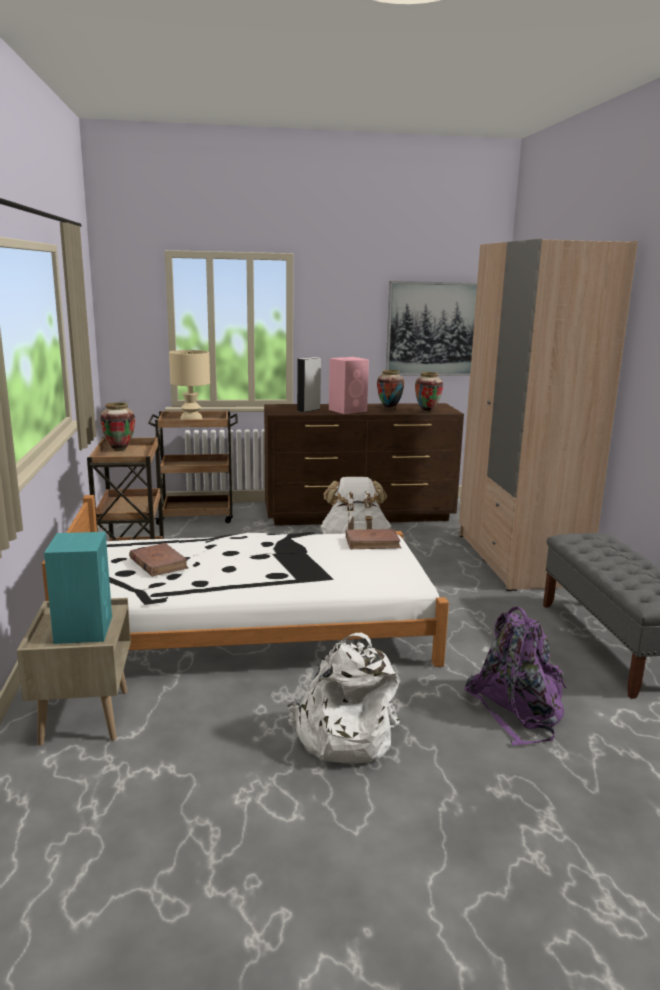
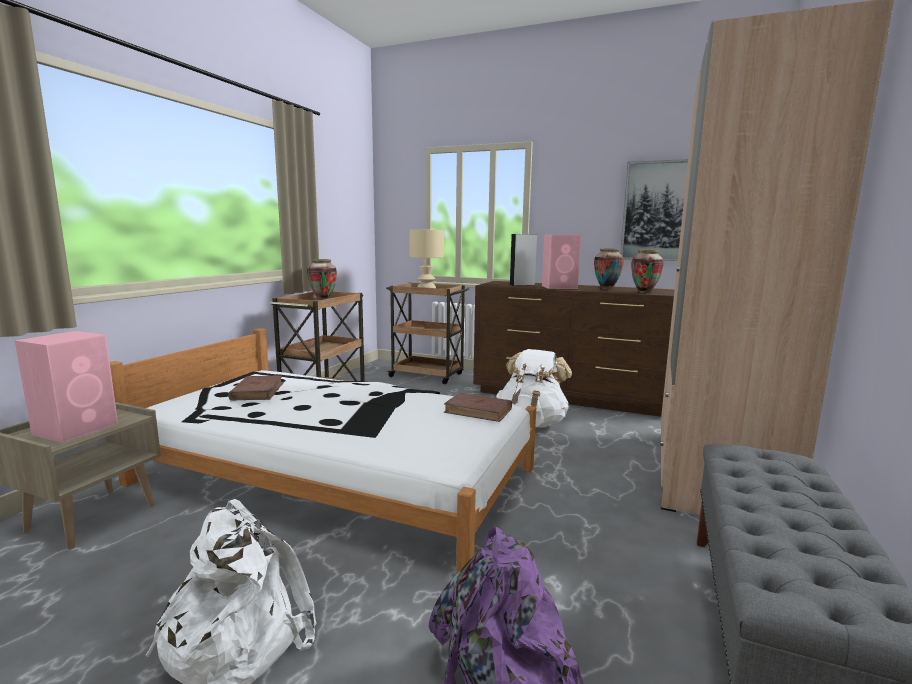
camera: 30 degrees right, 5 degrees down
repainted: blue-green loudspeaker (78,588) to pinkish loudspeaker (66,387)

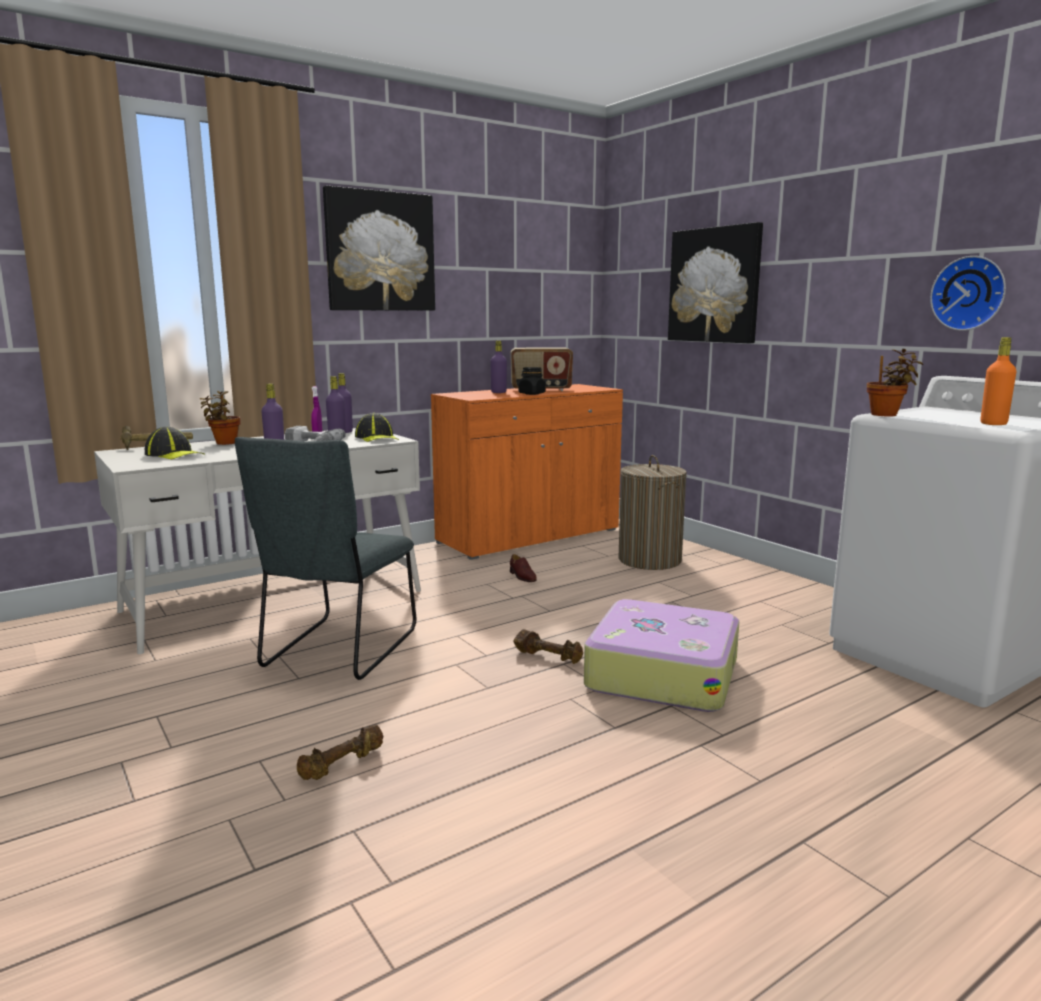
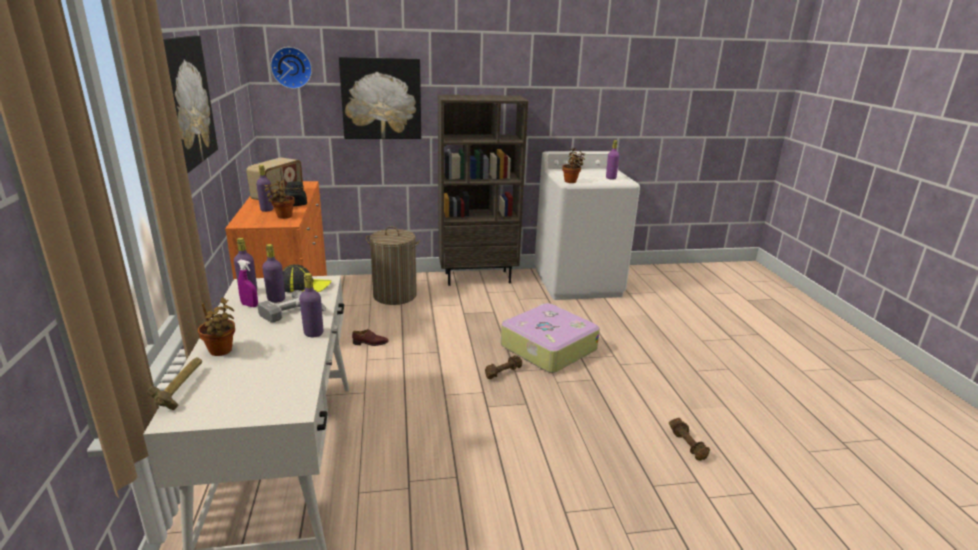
camera: 65 degrees left, 10 degrees up
gone: baseball cap (175,443); greyish chair (325,558)
new: houseplant (279,199); brown bookshelf (483,190)
shifted: wall clock (968,293) to (291,68); brown hand weight (340,752) to (689,439)
repainted: orange-coloured bottle (999,381) to purple-coloured bottle (612,160)

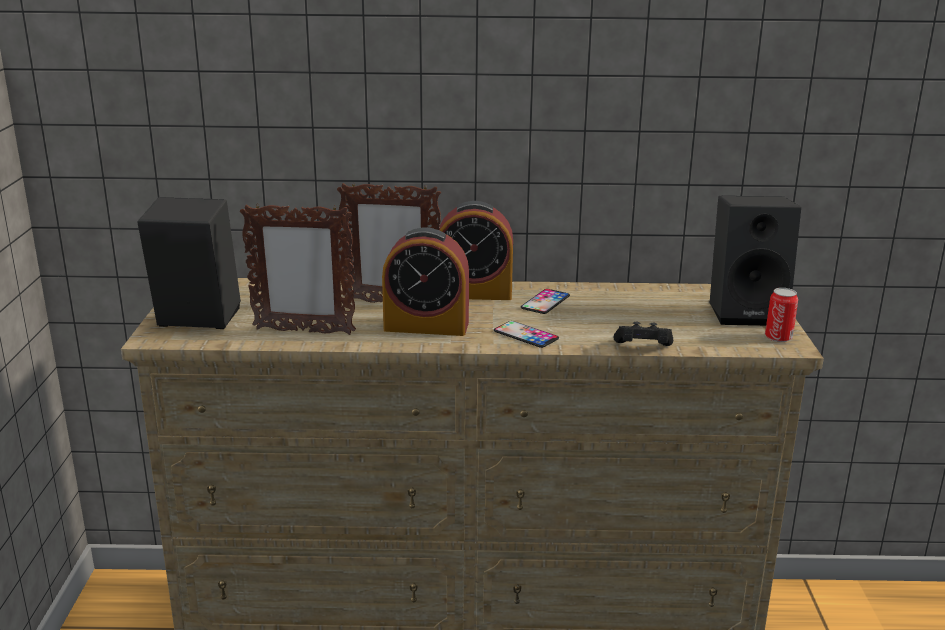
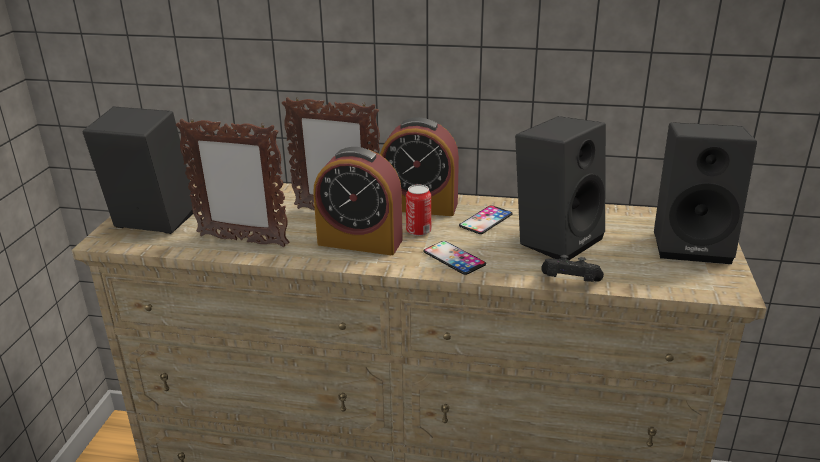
camera: 10 degrees right, 5 degrees up
new: blackish loudspeaker (560,188)
shifted: sealed can (781,315) to (418,210)

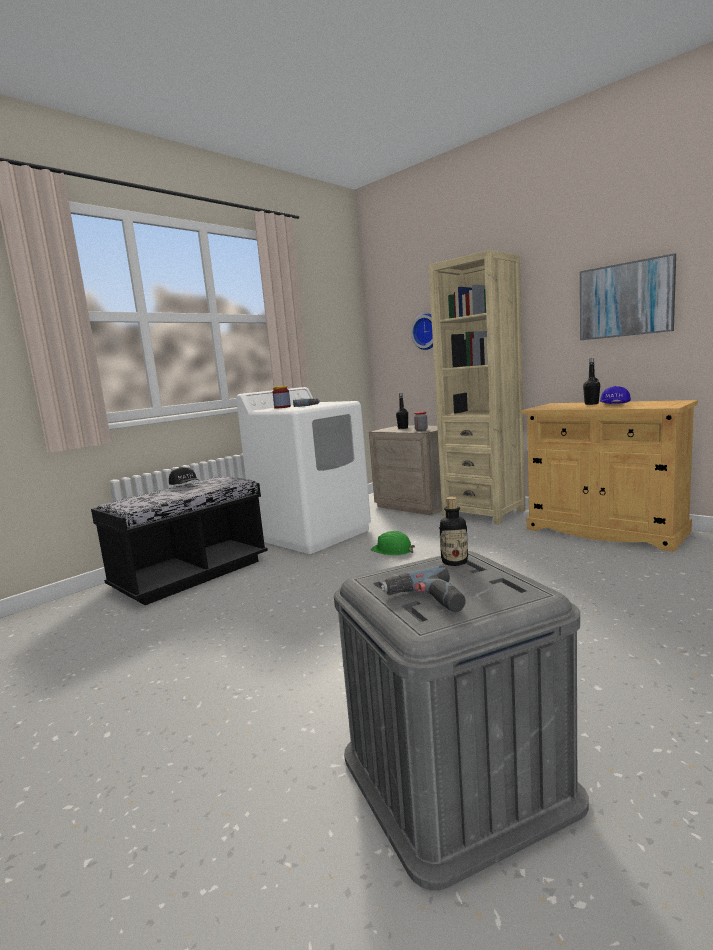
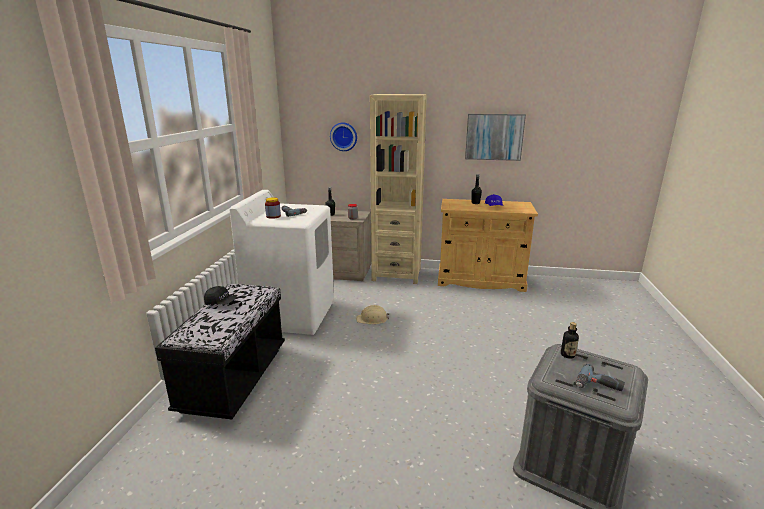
camera: 35 degrees left, 10 degrees up
repainted: green work helmet (393,543) to beige work helmet (372,314)

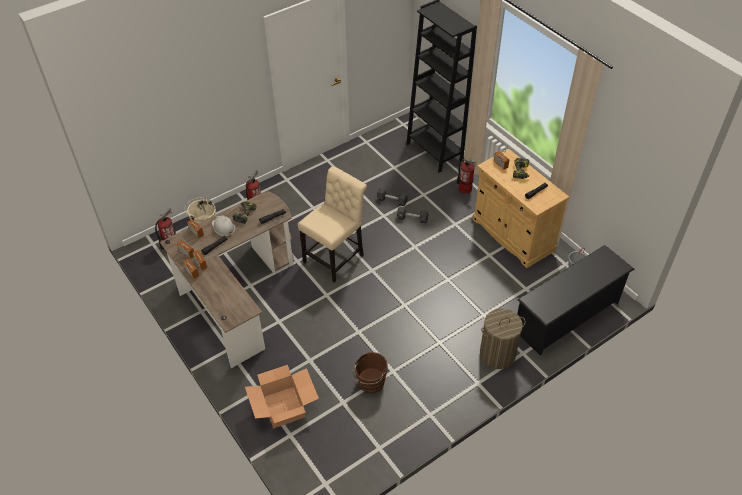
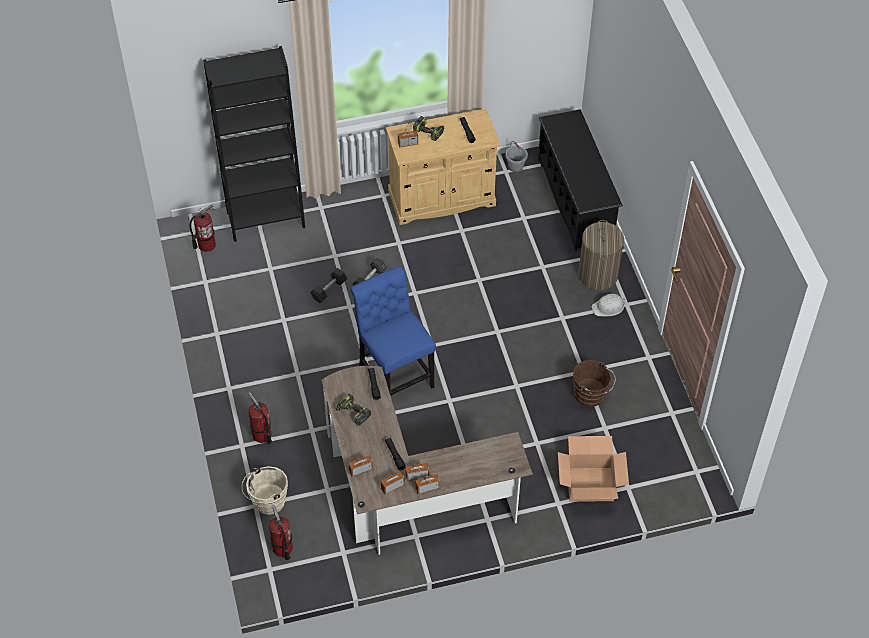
camera: 70 degrees left, 5 degrees up
shifted: fire-fighting cylinder (467,176) to (203,228); whitish work helmet (223,225) to (608,305)
repainted: beige chair (332,224) to blue-coloured chair (393,331)

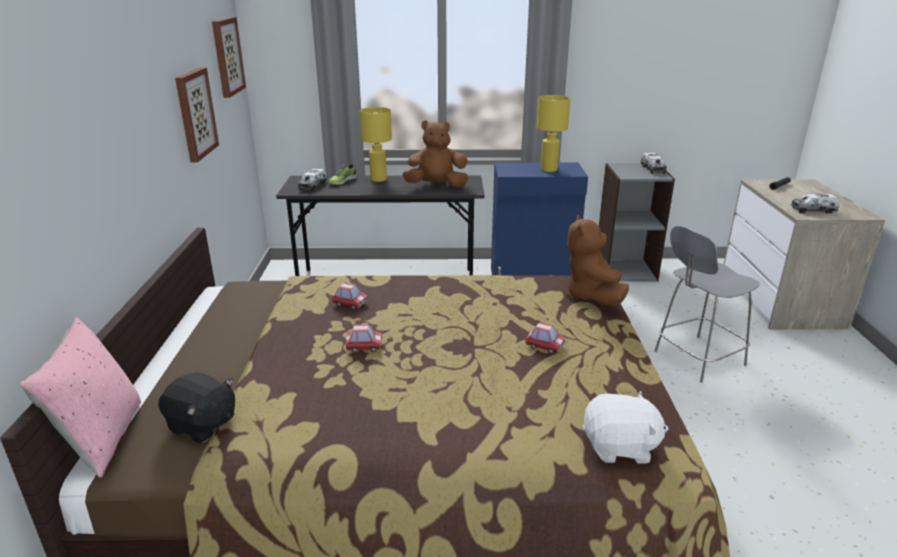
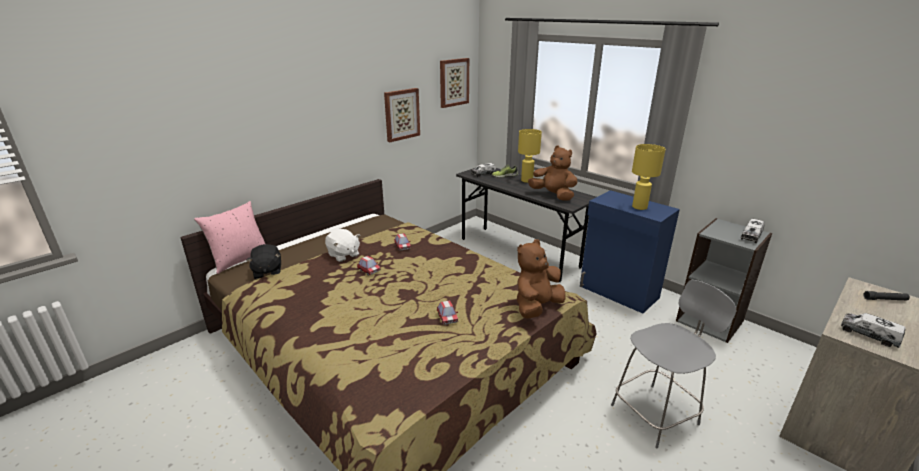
camera: 45 degrees right, 0 degrees up
shifted: whitish plush toy (625,427) to (342,245)
rotated: greyish chair (707,304) = (673,364) 135 degrees clockwise

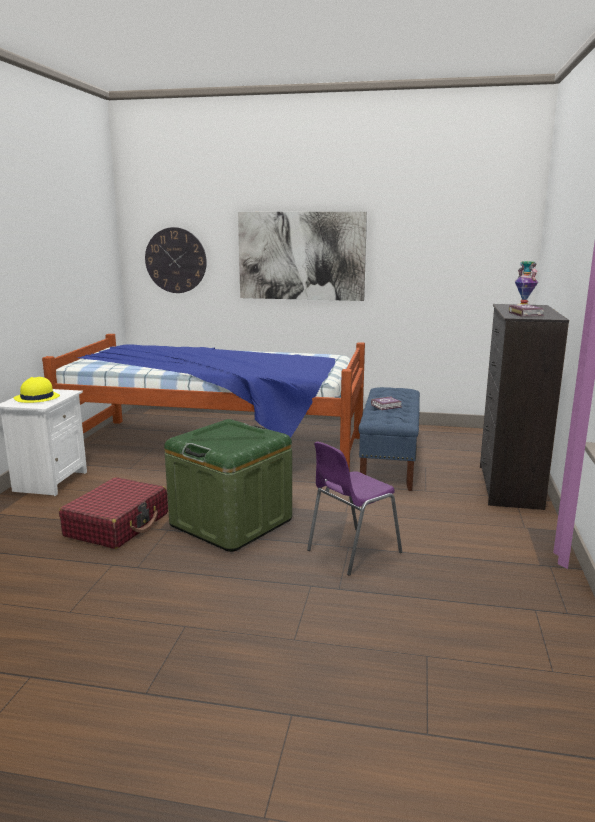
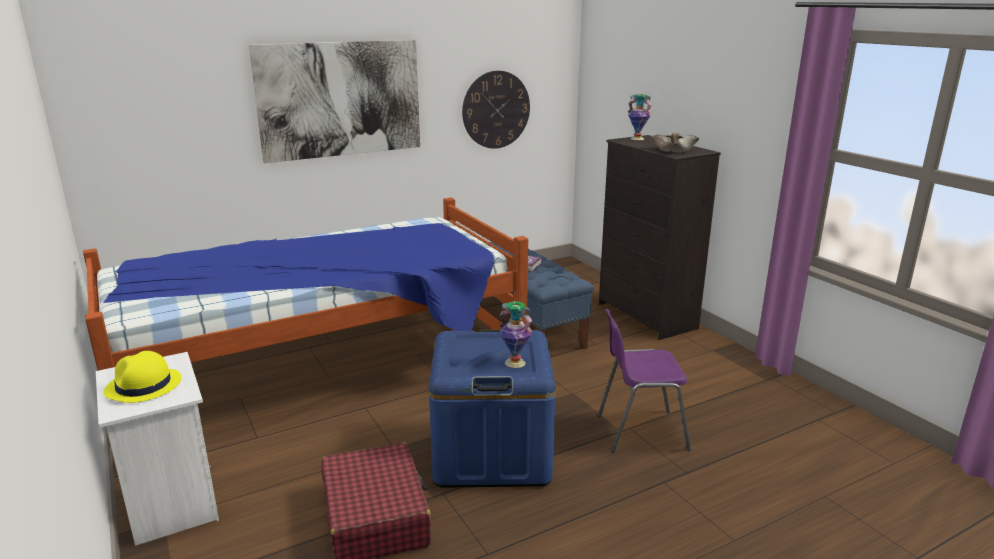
camera: 40 degrees left, 5 degrees up
new: decorative vase (515,334)
shifted: wall clock (176,260) to (496,110)
swapped: bound book (526,311) to beige serving bowl (675,143)
repainted: green storage box (228,485) to blue-coloured storage box (492,409)
rotated: purple-coloured chair (354,508) = (644,381) 75 degrees clockwise

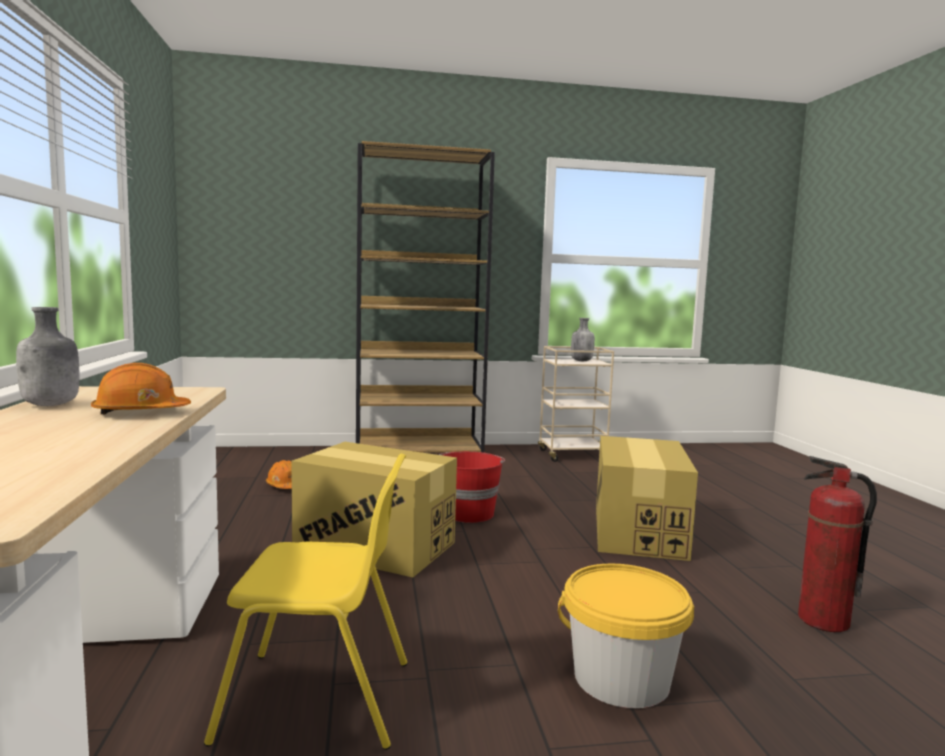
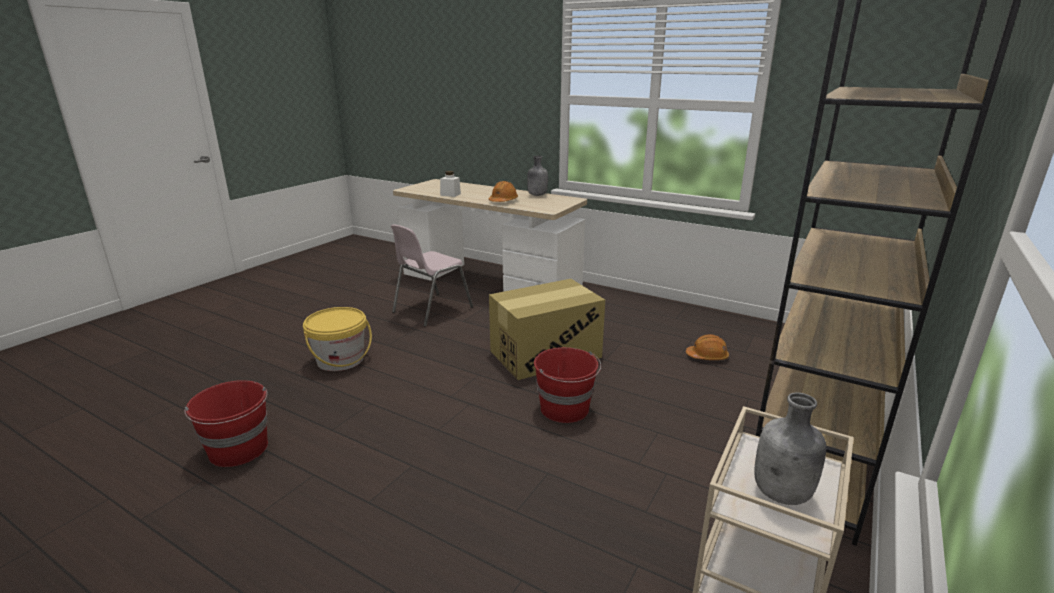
camera: 130 degrees right, 15 degrees up
gone: cardboard box (647,498)
new: whitish storage jar (450,184)
swapped: fire-fighting cylinder (837,544) to red-coloured bucket (226,423)
repainted: yellow chair (306,601) to pinkish chair (432,275)

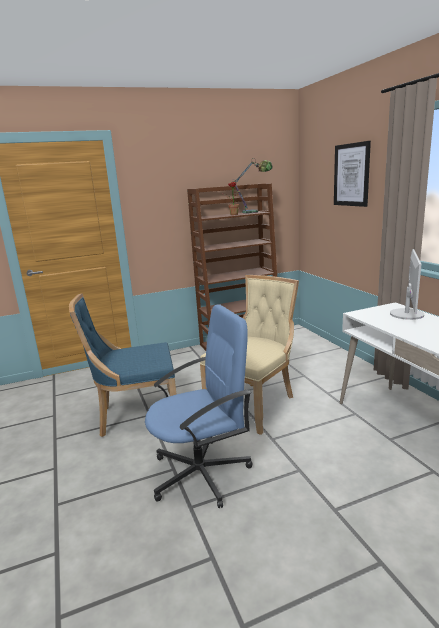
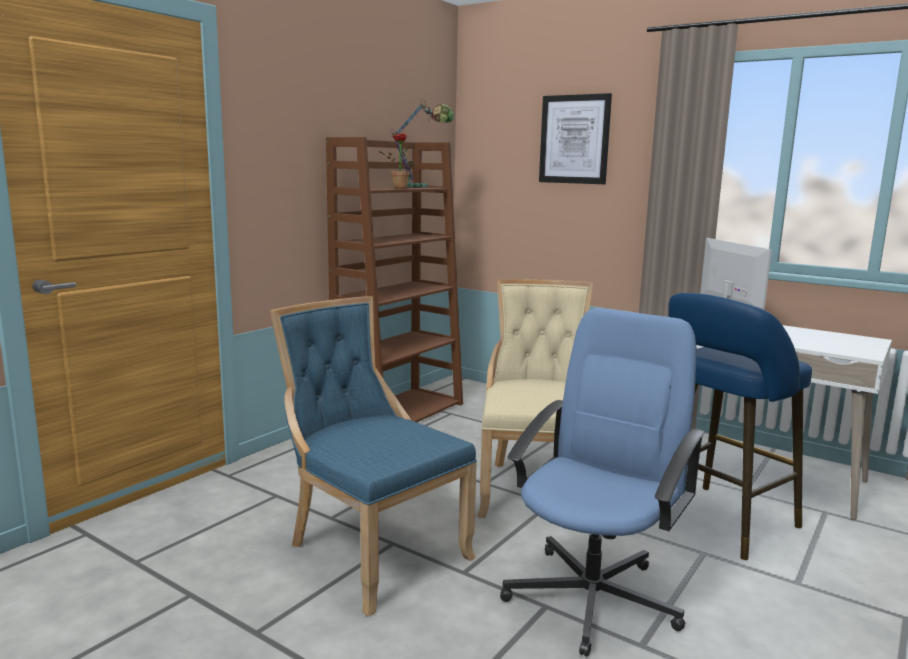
camera: 35 degrees left, 5 degrees down
new: blue-coloured sitting stool (740,426)
rotated: blue-coloured chair (123,365) = (373,456) 90 degrees clockwise

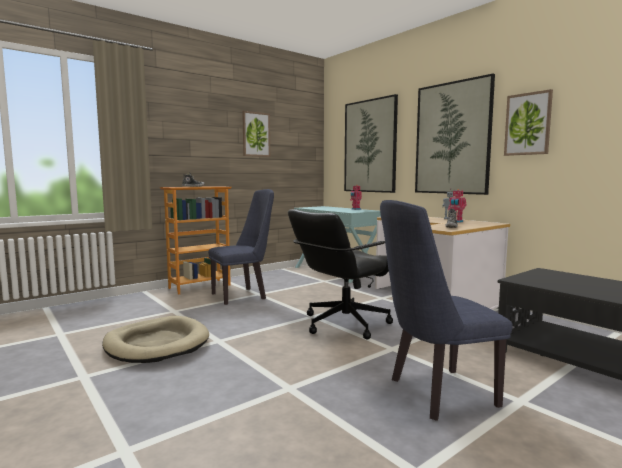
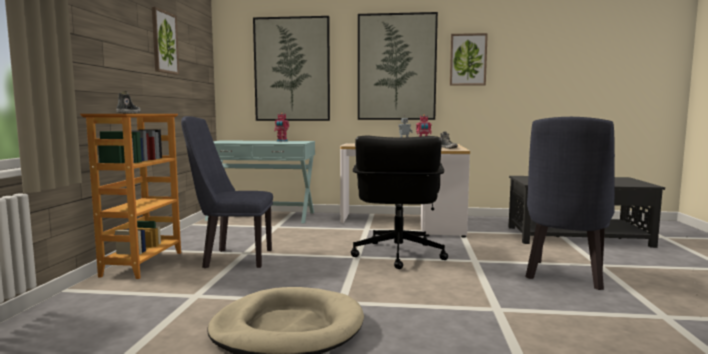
camera: 45 degrees left, 0 degrees up
rotated: blue-coloured chair (241,247) = (227,192) 105 degrees counterclockwise

